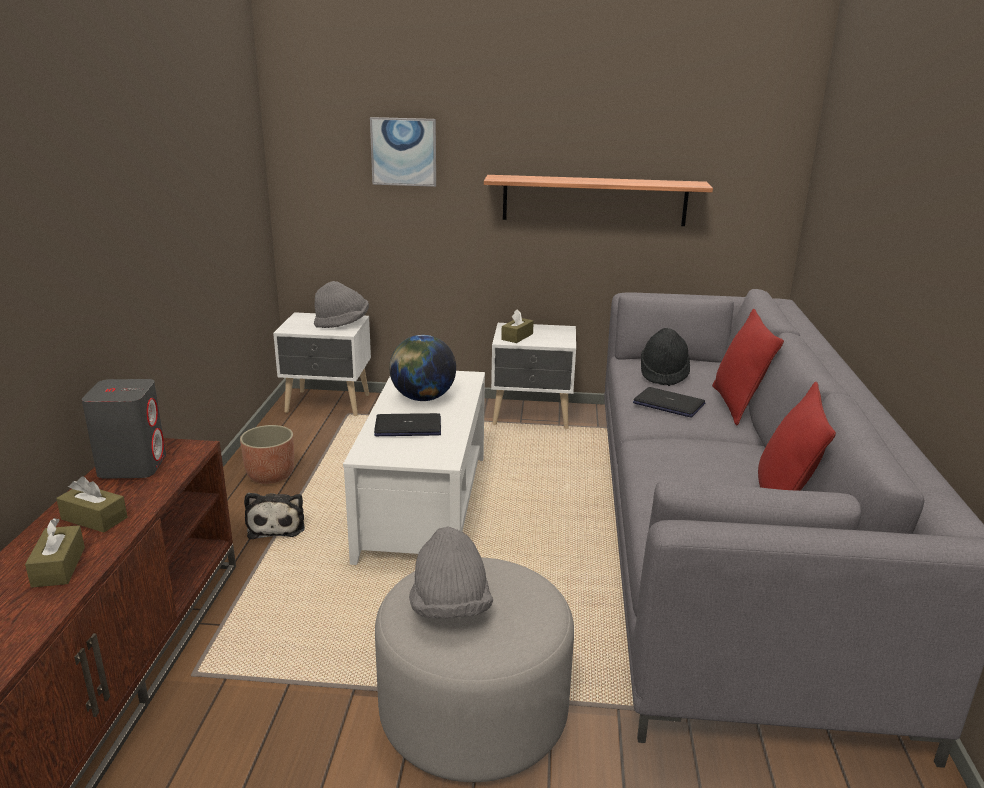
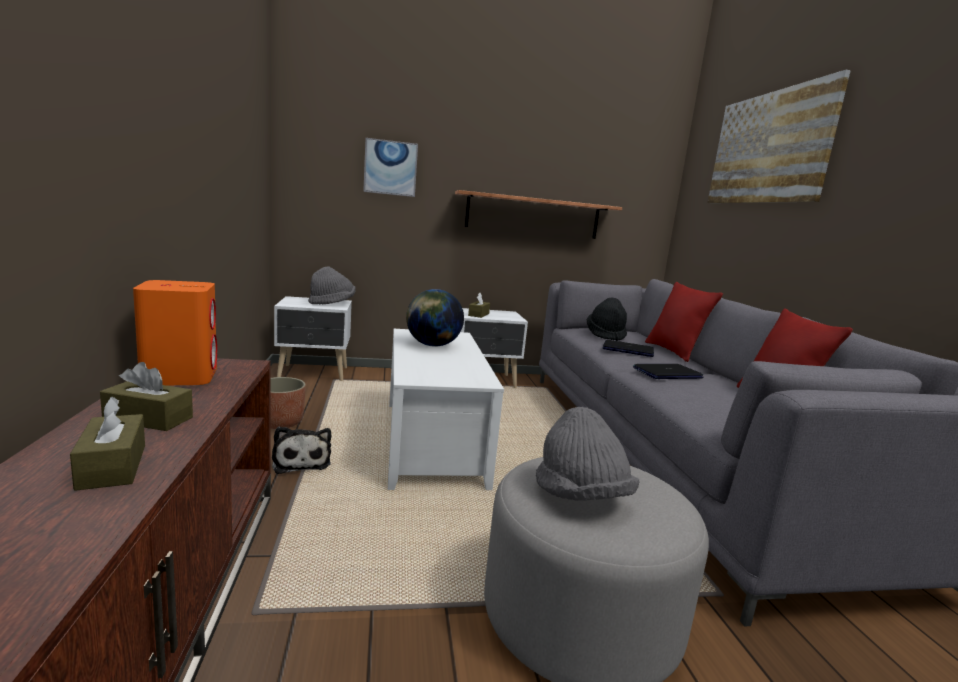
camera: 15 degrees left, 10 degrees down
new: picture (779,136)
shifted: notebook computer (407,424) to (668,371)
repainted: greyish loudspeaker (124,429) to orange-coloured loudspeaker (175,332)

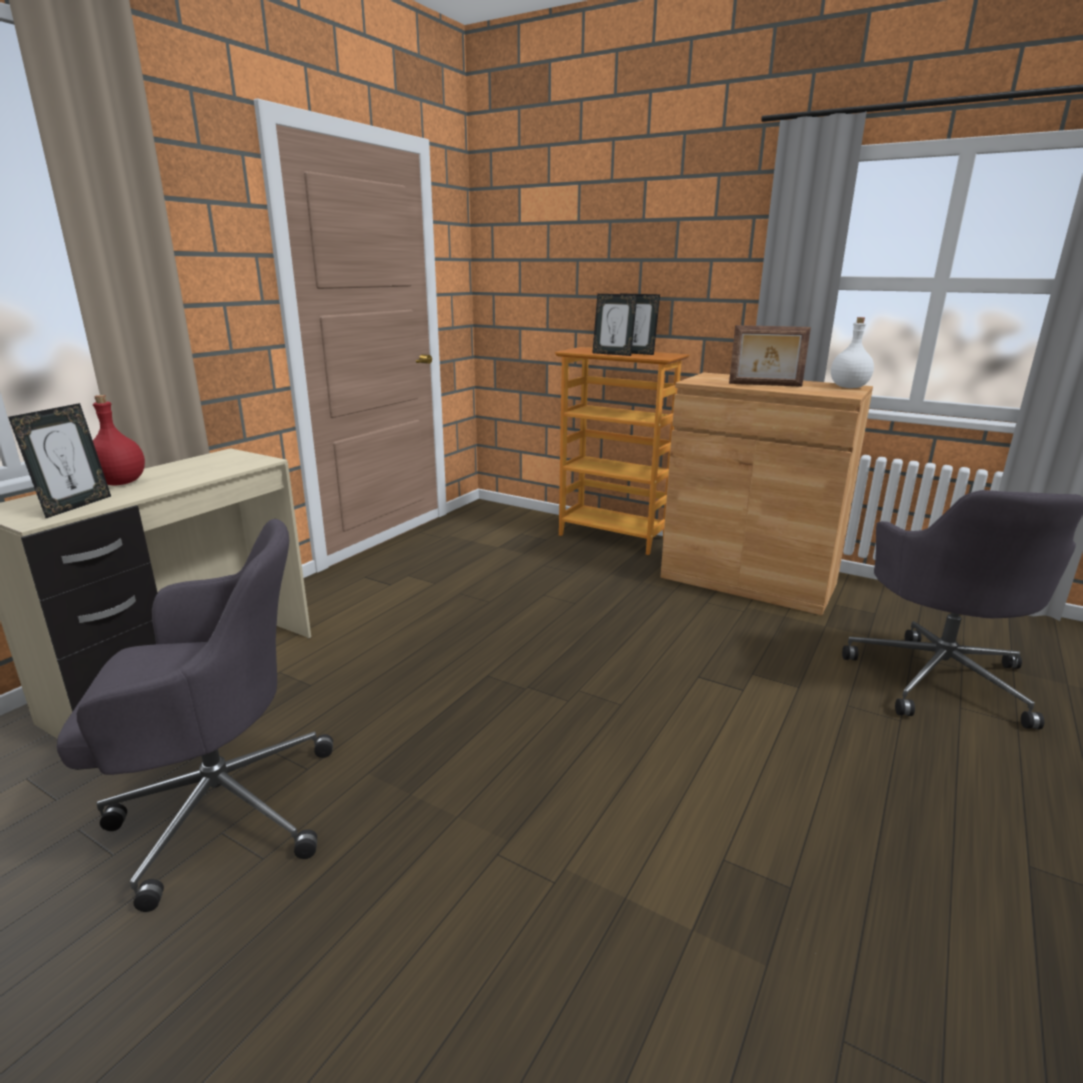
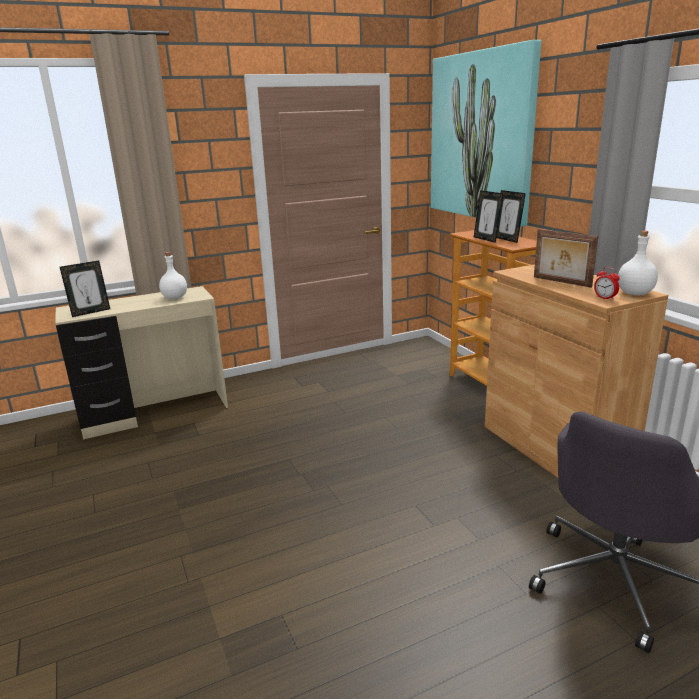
camera: 35 degrees right, 0 degrees up
gone: greyish office chair (195,715); red-coloured bottle (119,440)
new: whitish bottle (173,275); picture (486,133); table clock (607,283)

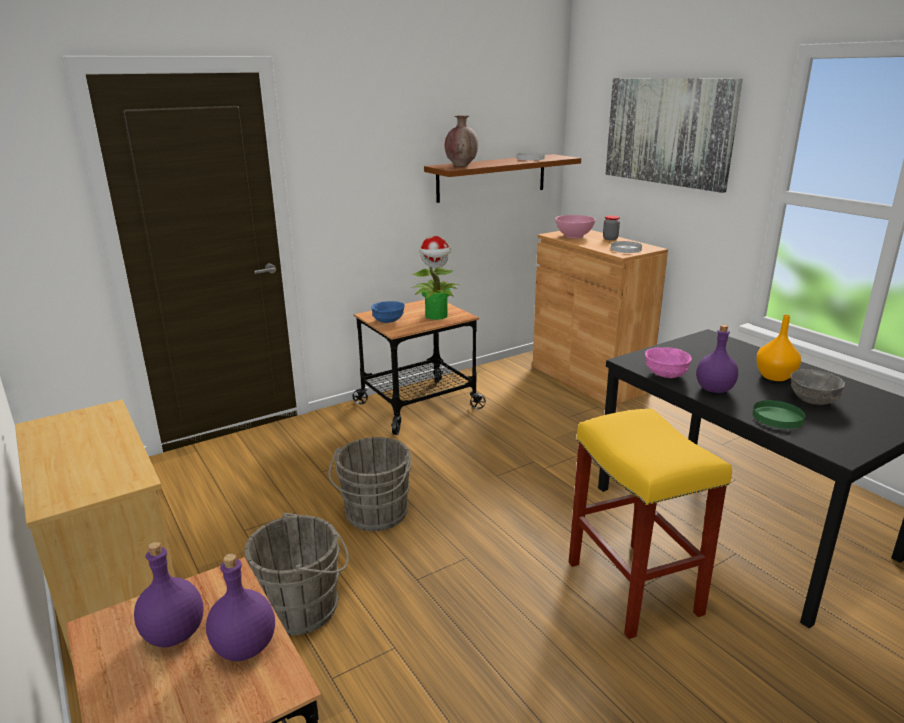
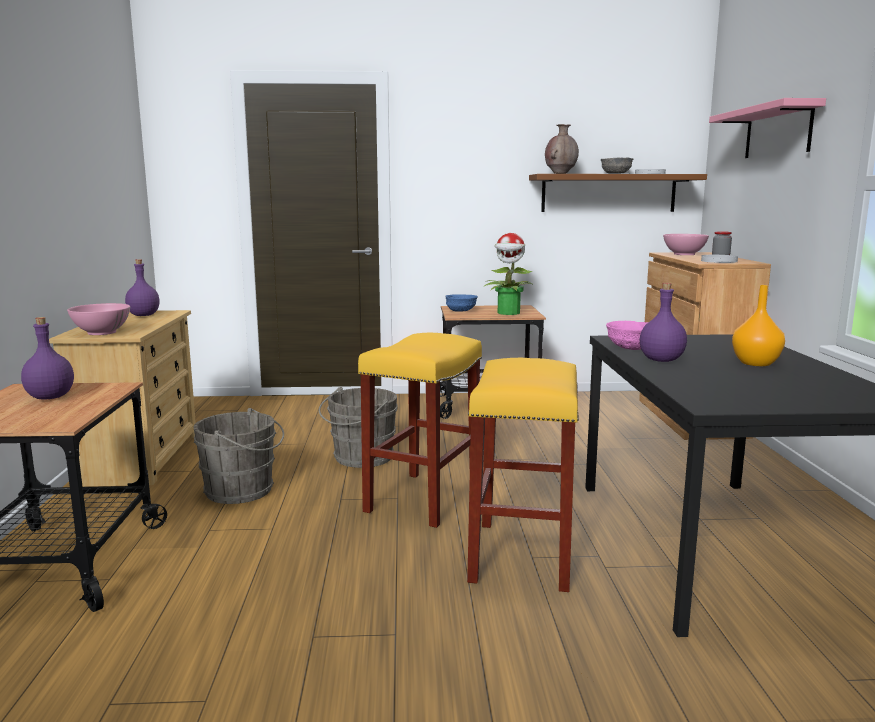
camera: 30 degrees right, 10 degrees down
gone: green plate (778,414)
new: pinkish serving bowl (98,319); yellow sitting stool (420,430)
shifted: purple-coloured bottle (240,607) to (142,287); greyish serving bowl (817,387) to (617,165)
swapped: picture (674,135) to pinkish shelf (767,128)

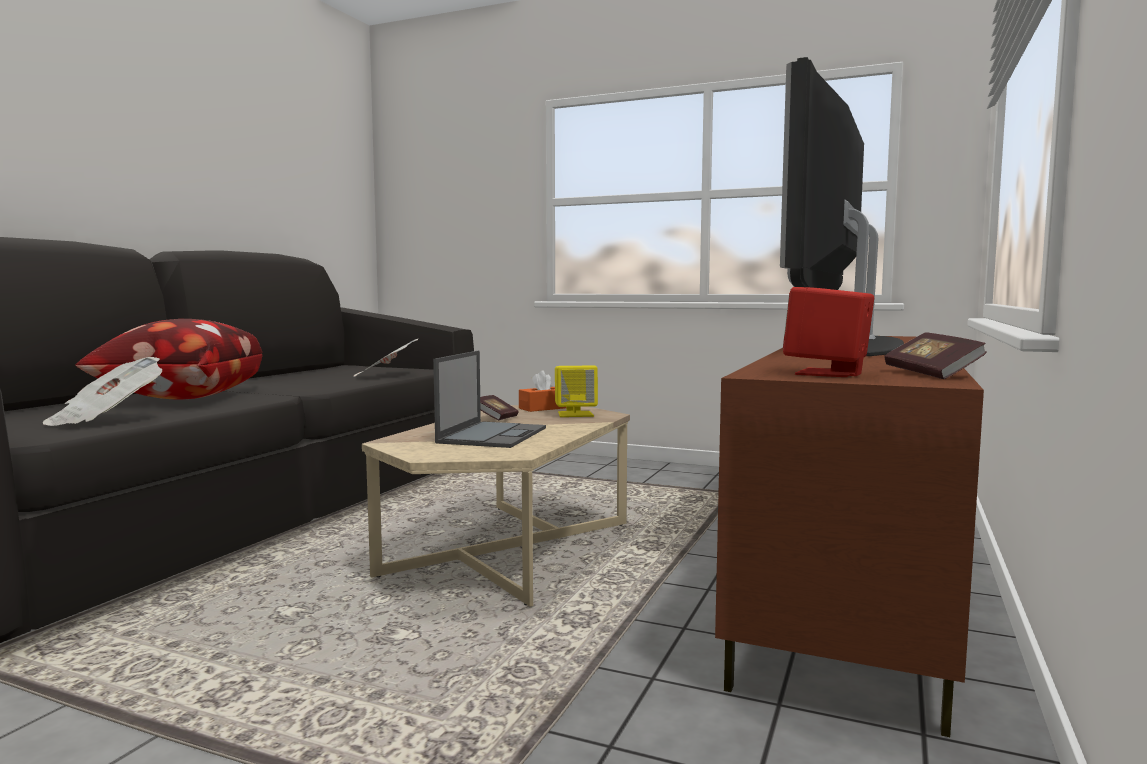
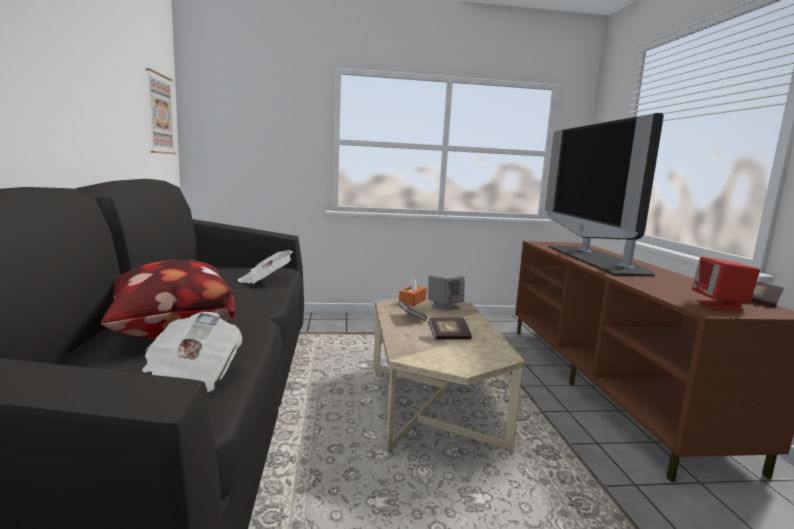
camera: 30 degrees left, 5 degrees up
new: picture (161,111)
swapped: notebook computer (489,399) to bound book (450,328)
repainted: yellow loudspeaker (576,391) to greyish loudspeaker (446,292)

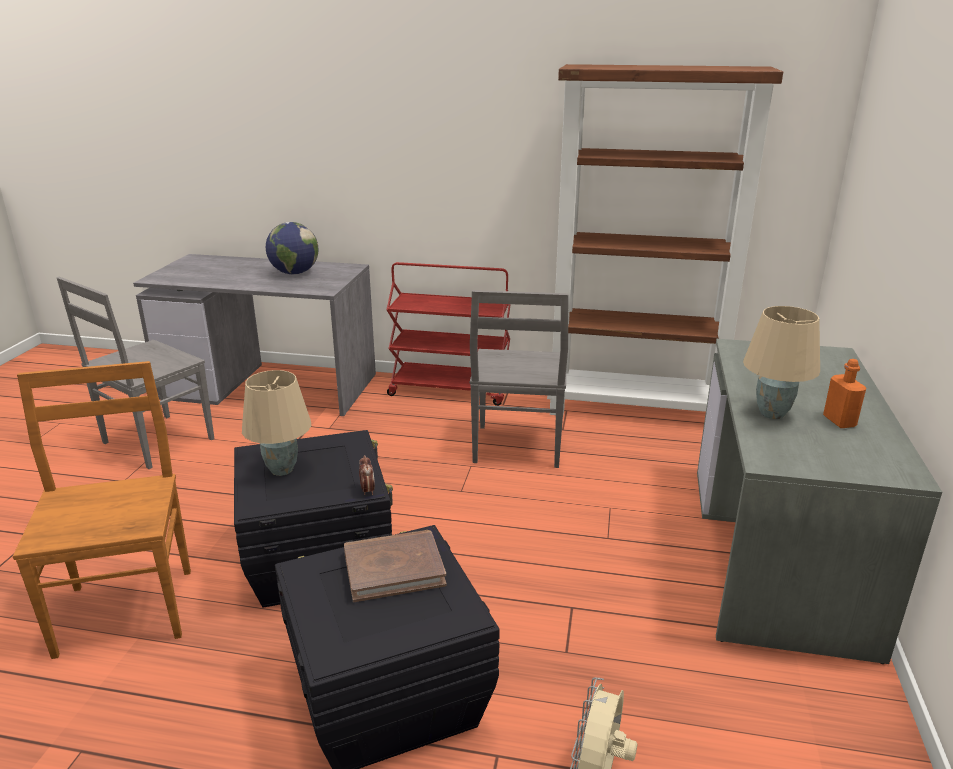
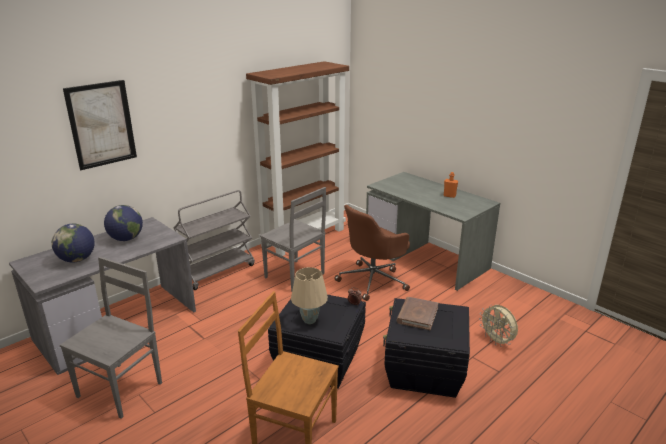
camera: 55 degrees left, 0 degrees up
gone: beige table lamp (781,362)
new: desk globe (73,243); picture (100,125); brown office chair (372,253)
repainted: red-coloured trolley (448,334) to greyish trolley (214,240)
rotated: greyish chair (135,373) = (111,338) 135 degrees counterclockwise

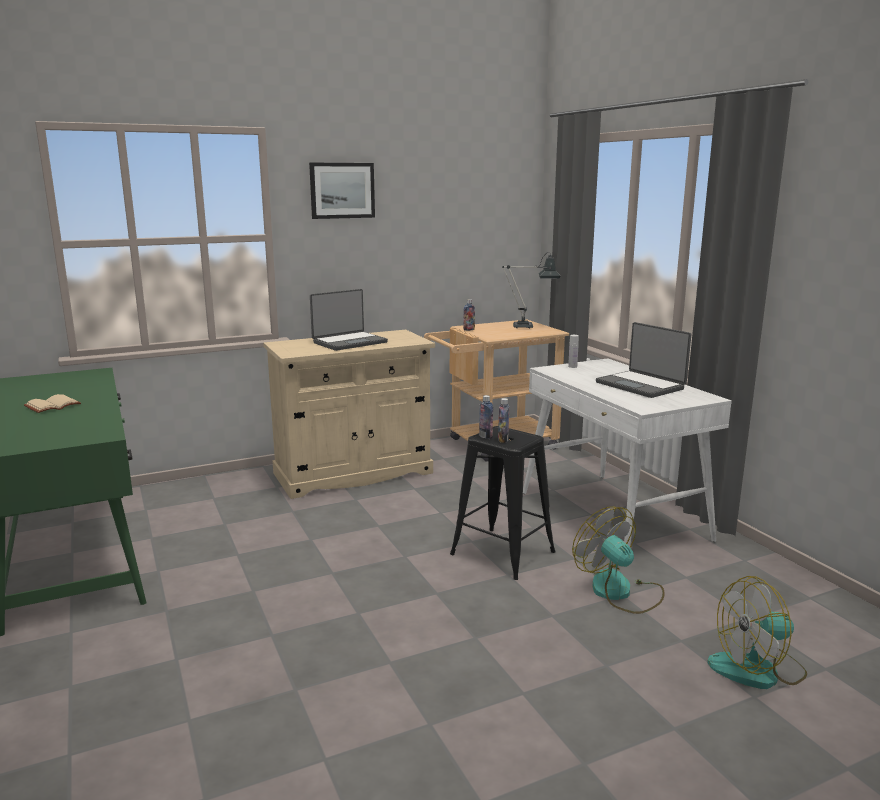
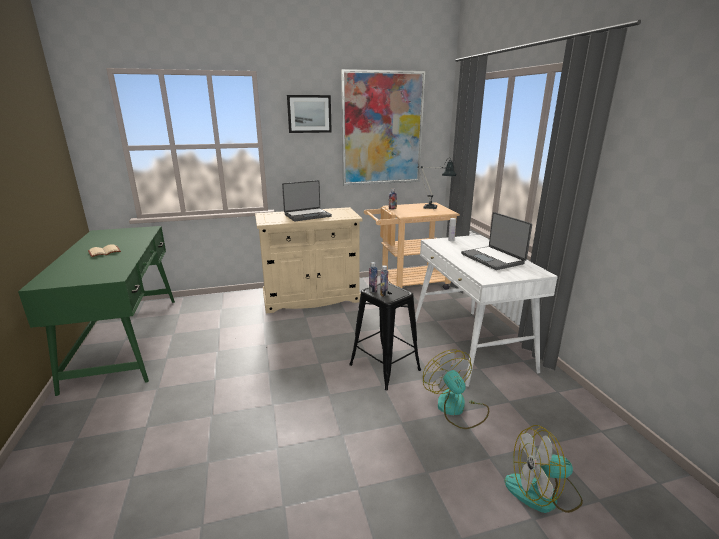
camera: 10 degrees right, 5 degrees up
new: picture (383,127)

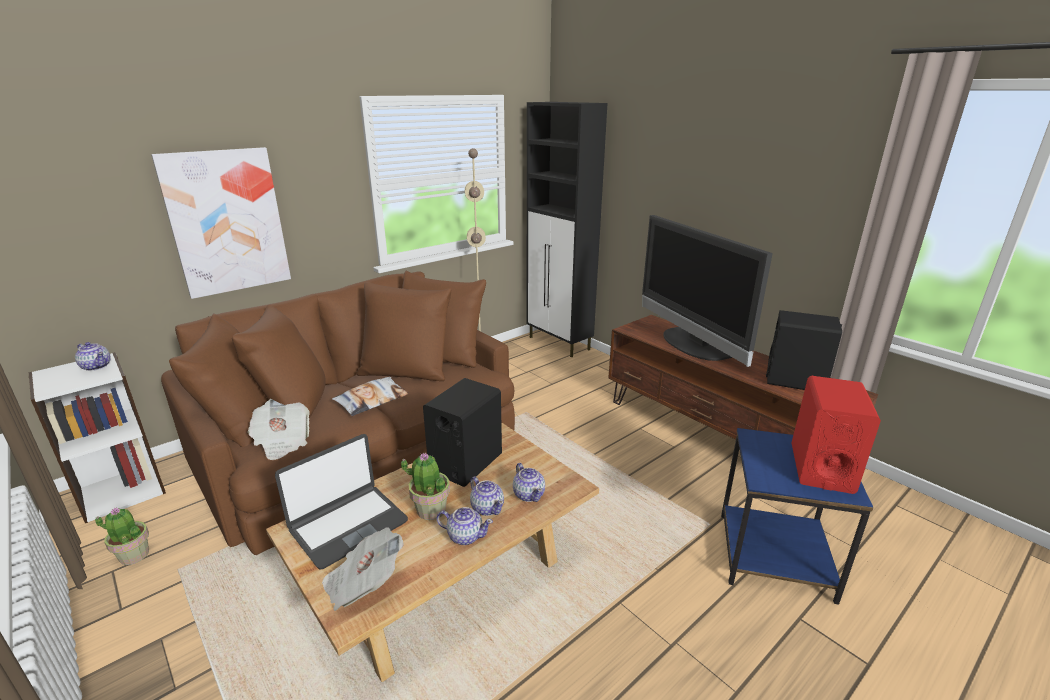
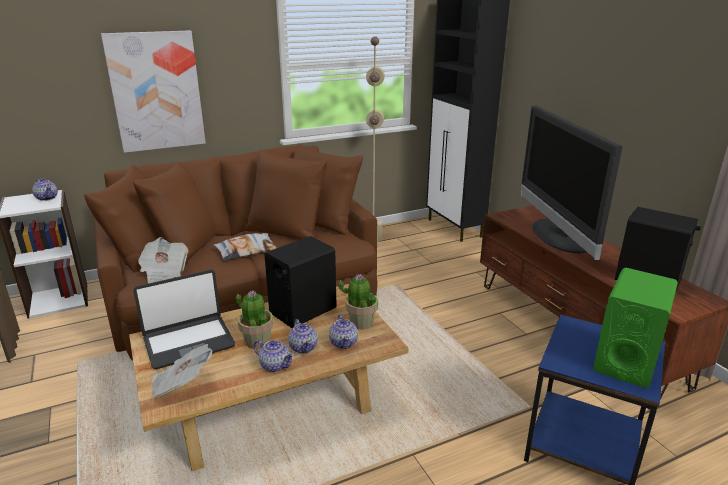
camera: 15 degrees right, 0 degrees up
shifted: houseplant (122,536) to (358,301)
repainted: red-coloured loudspeaker (836,435) to green loudspeaker (635,328)

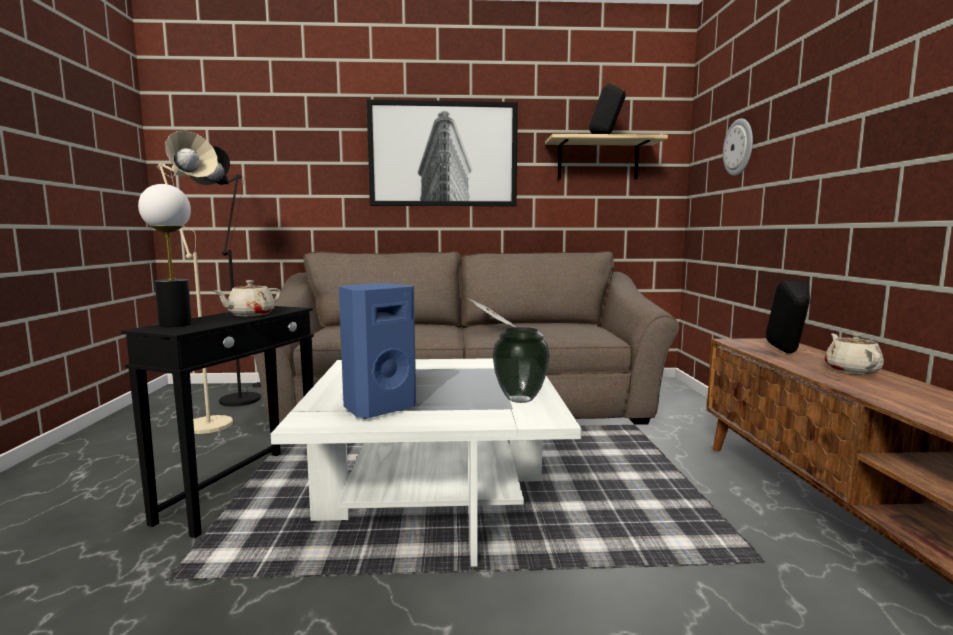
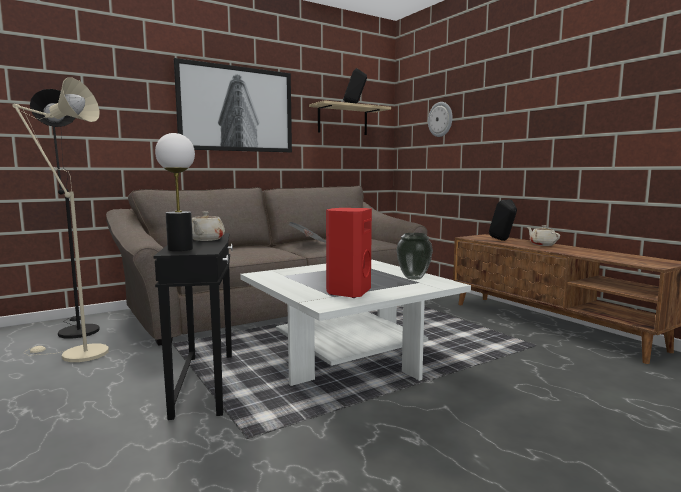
camera: 30 degrees left, 0 degrees up
repainted: blue-coloured loudspeaker (377,351) to red-coloured loudspeaker (349,253)

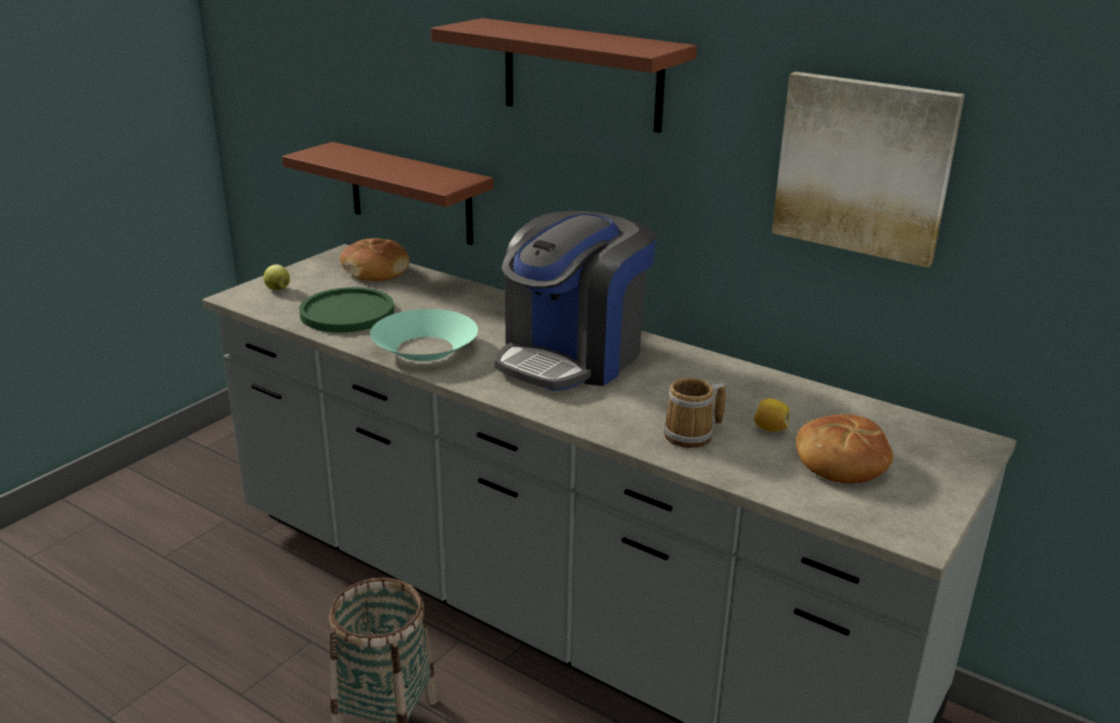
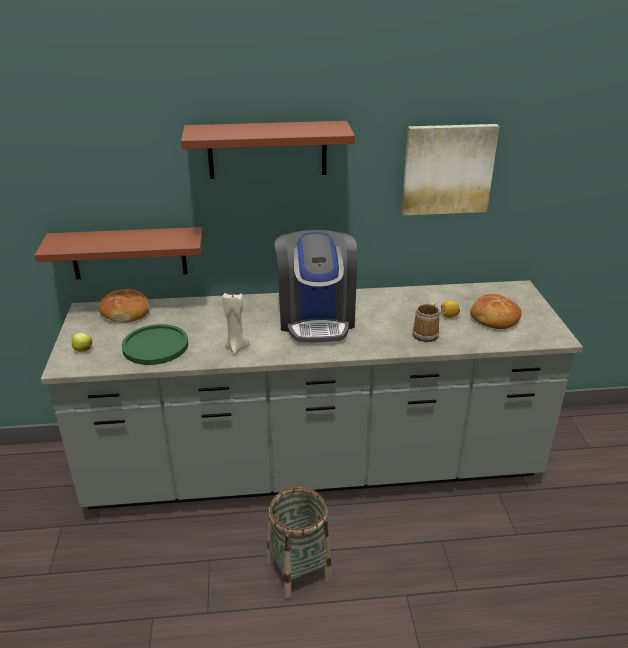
camera: 40 degrees left, 5 degrees up
swapped: blue-green serving bowl (424,335) to beige candle (236,323)

